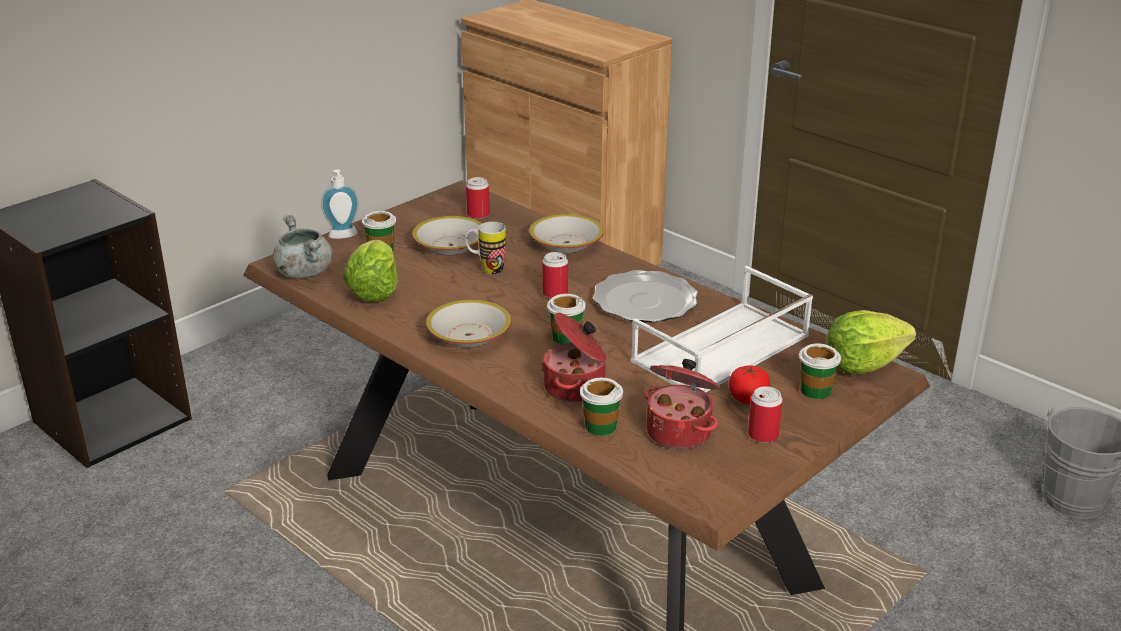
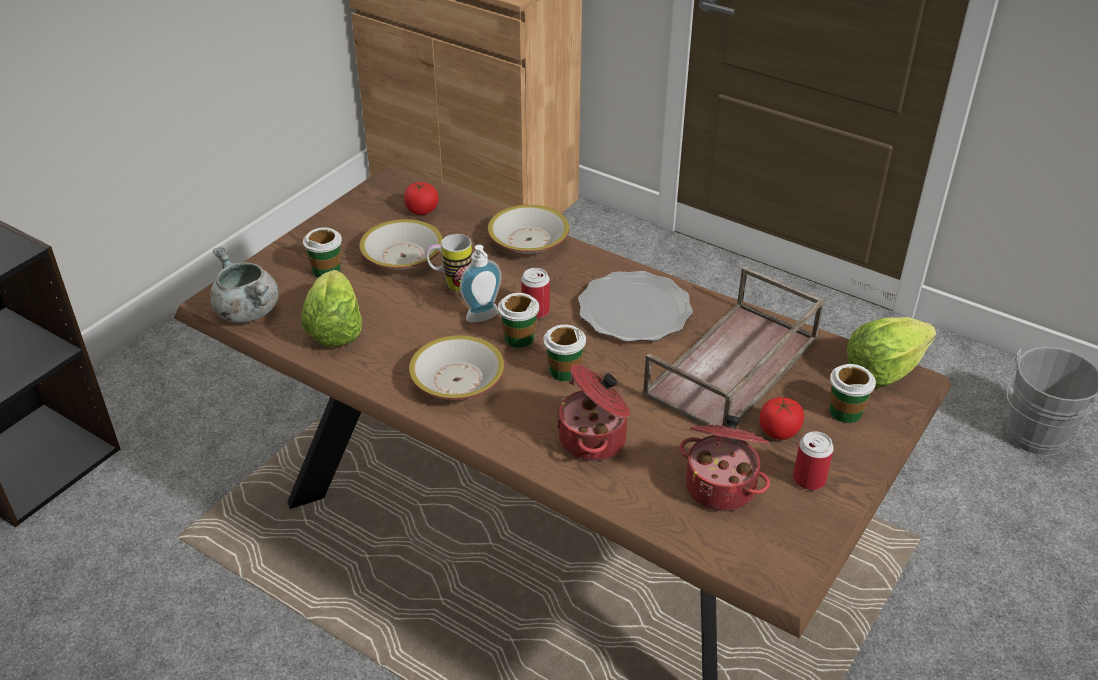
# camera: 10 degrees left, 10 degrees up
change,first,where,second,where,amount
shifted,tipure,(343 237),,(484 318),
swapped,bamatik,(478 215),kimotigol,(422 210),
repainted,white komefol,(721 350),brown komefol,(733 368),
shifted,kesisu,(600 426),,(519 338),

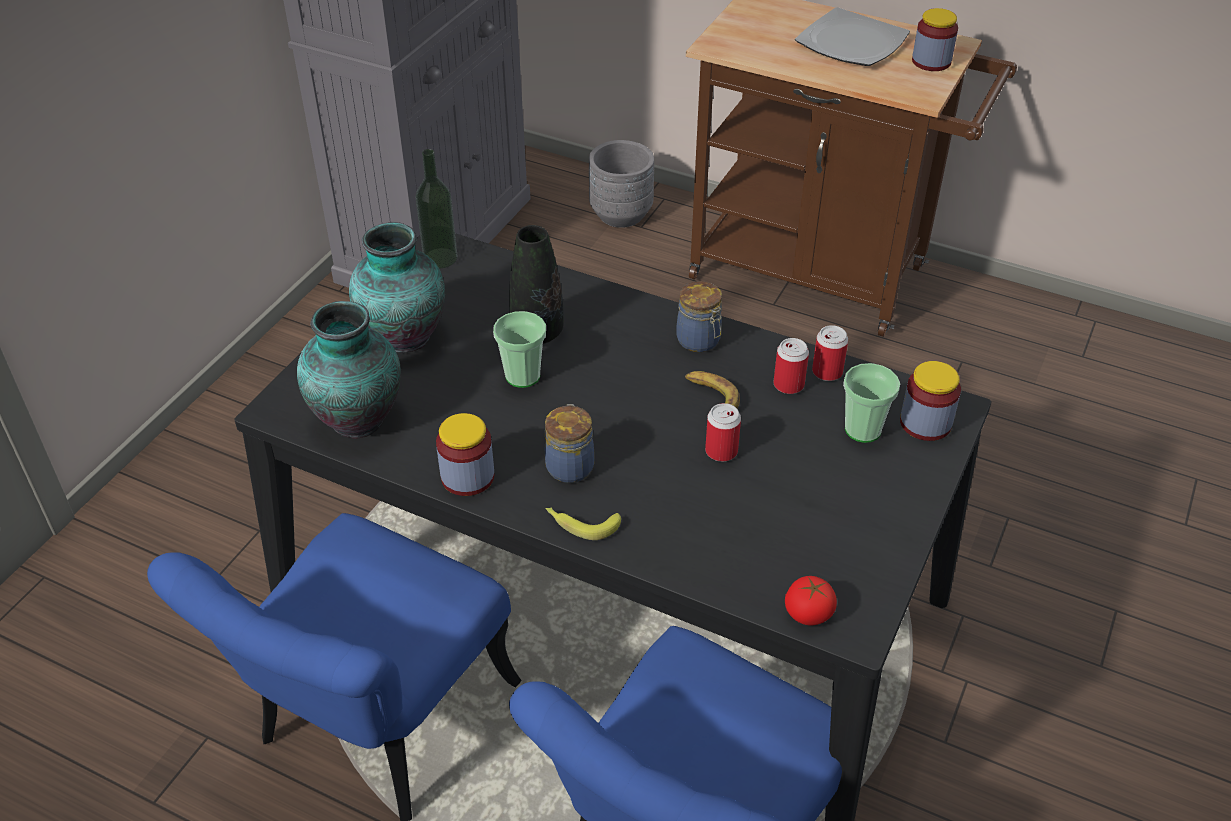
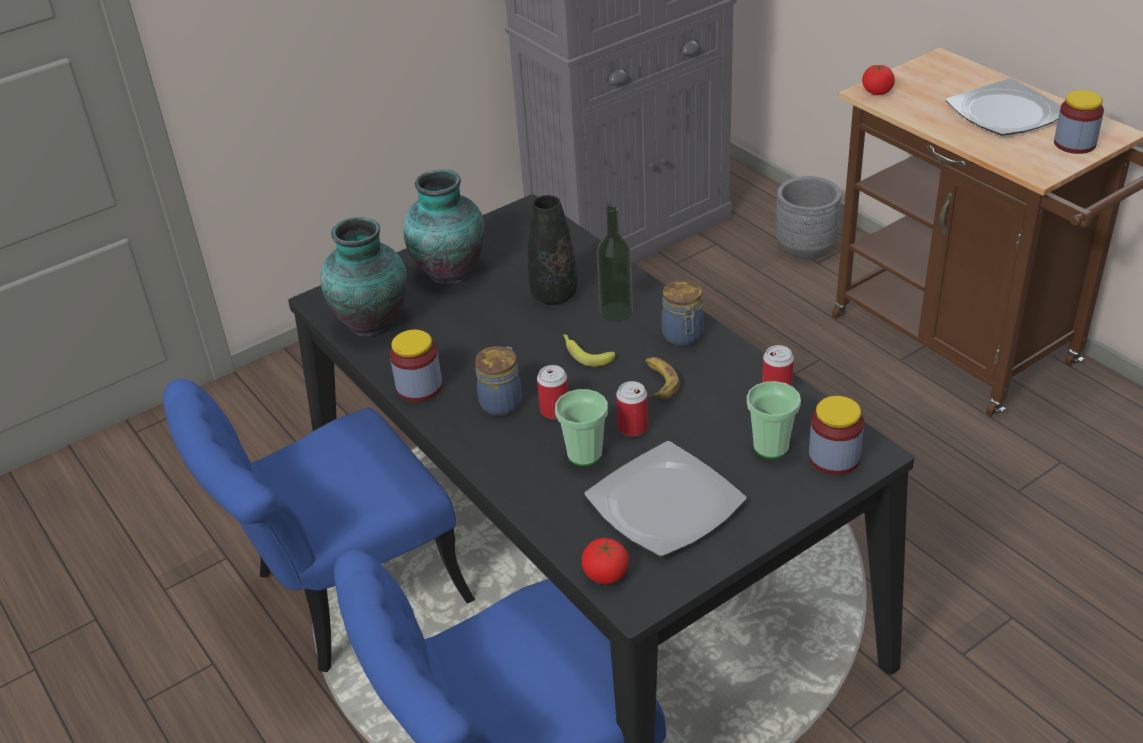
# camera: 30 degrees right, 5 degrees down
change,first,where,second,where,amount
shifted,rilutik,(440 258),,(616 311),
shifted,kesisu,(523 376),,(584 454),
shifted,bamatik,(788 384),,(554 410),
shifted,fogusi,(581 524),,(585 353),
new,,,kimotigol,(877 91),
new,,,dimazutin,(665 502),

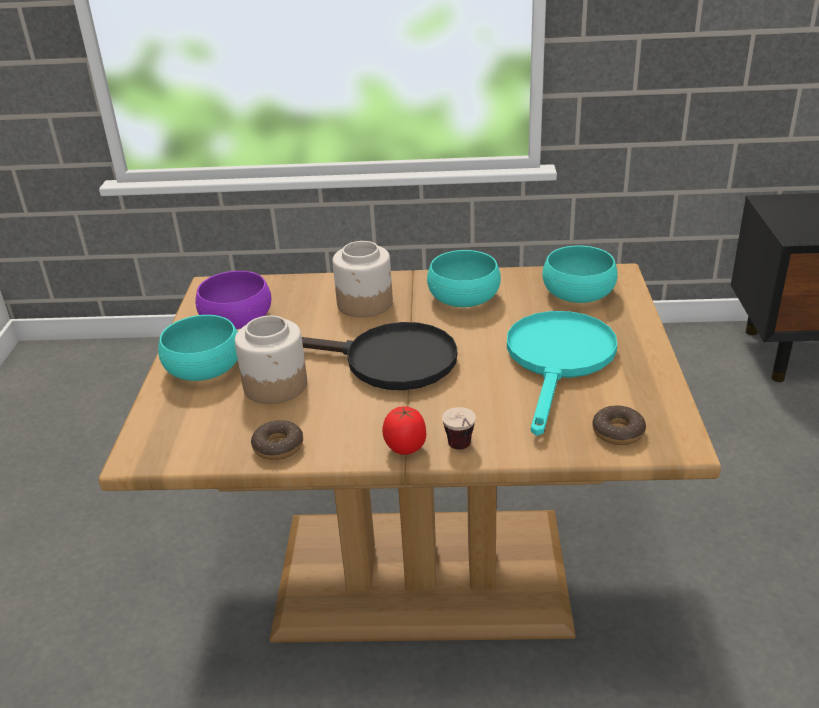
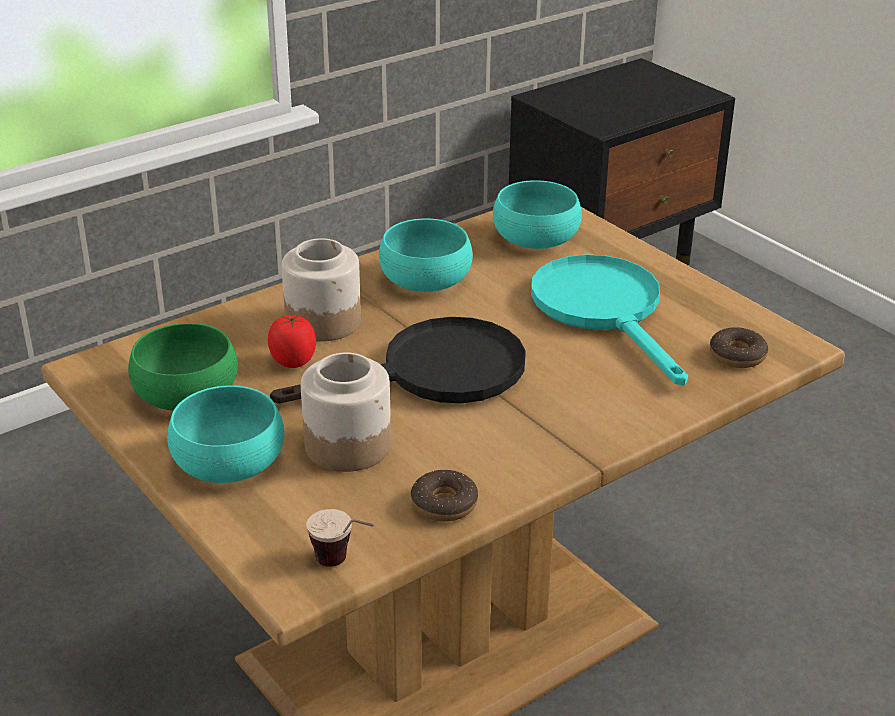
# camera: 40 degrees left, 0 degrees up
change,first,where,second,where,amount
repainted,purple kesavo,(236 319),green kesavo,(186 393),
shifted,kimotigol,(405 447),,(293 362),
shifted,kesisu,(462 451),,(344 565),

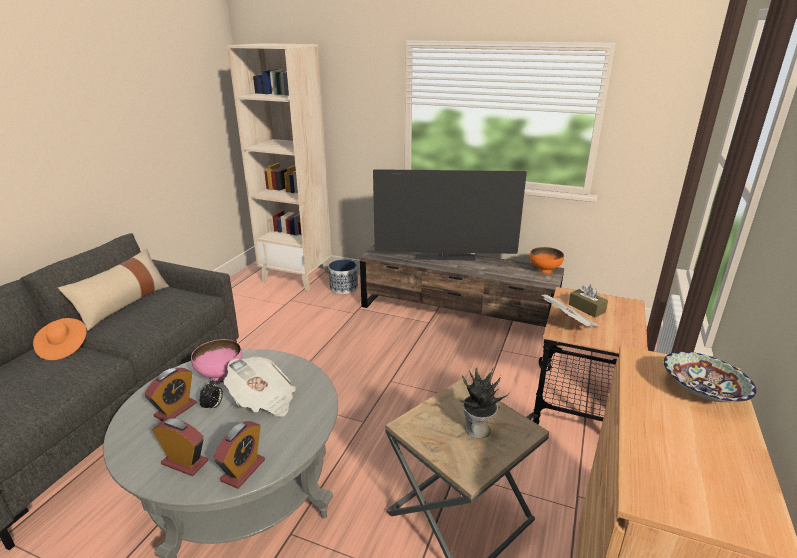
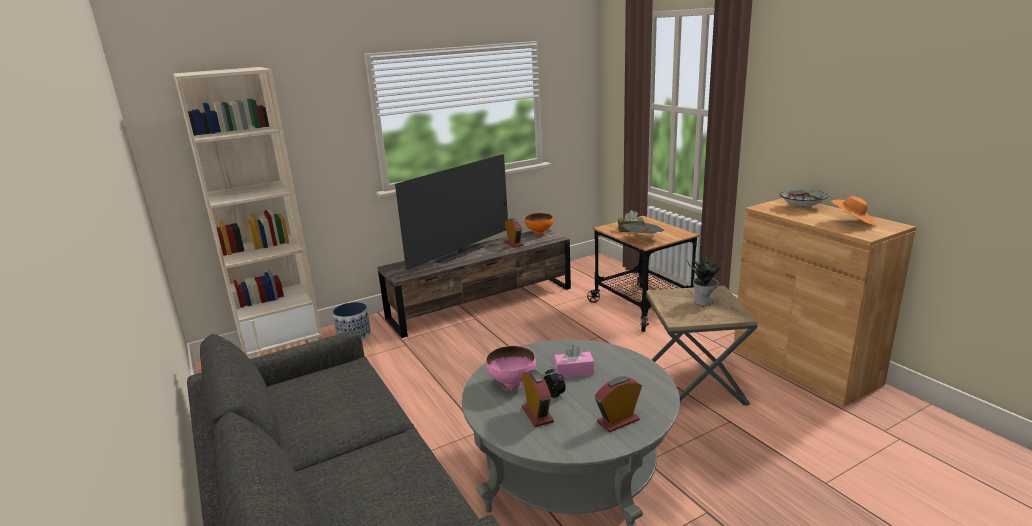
# camera: 50 degrees left, 5 degrees down
change,first,where,second,where,amount
gone,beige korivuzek,(124 304),,,
shifted,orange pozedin,(63 348),,(852 223),
swapped,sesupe,(263 400),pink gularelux,(574 371),
shifted,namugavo,(243 470),,(514 244),

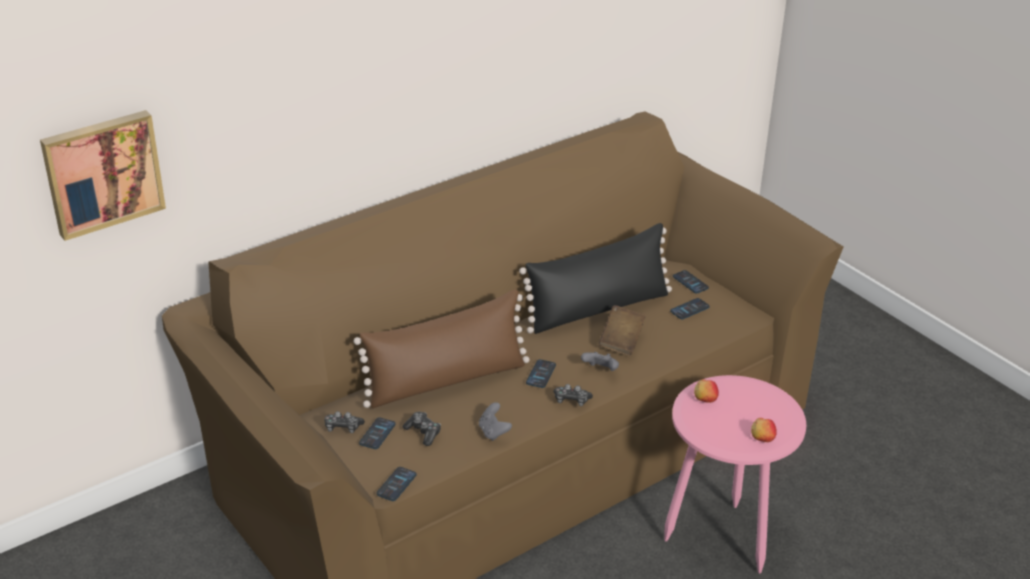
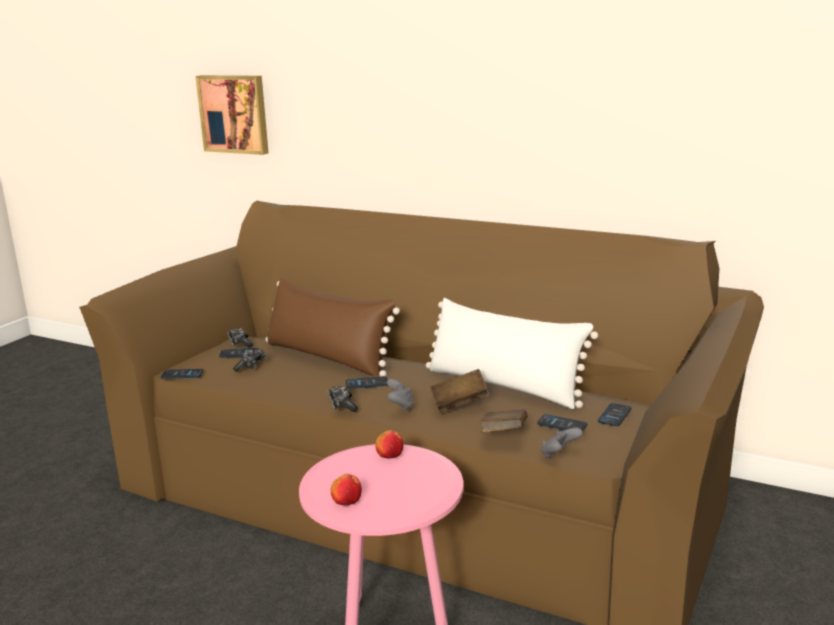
# camera: 65 degrees right, 15 degrees down
change,first,where,second,where,amount
repainted,black korivuzek,(598 309),white korivuzek,(504 386),
shifted,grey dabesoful,(493 432),,(559 455),
new,,,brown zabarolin,(503 434),

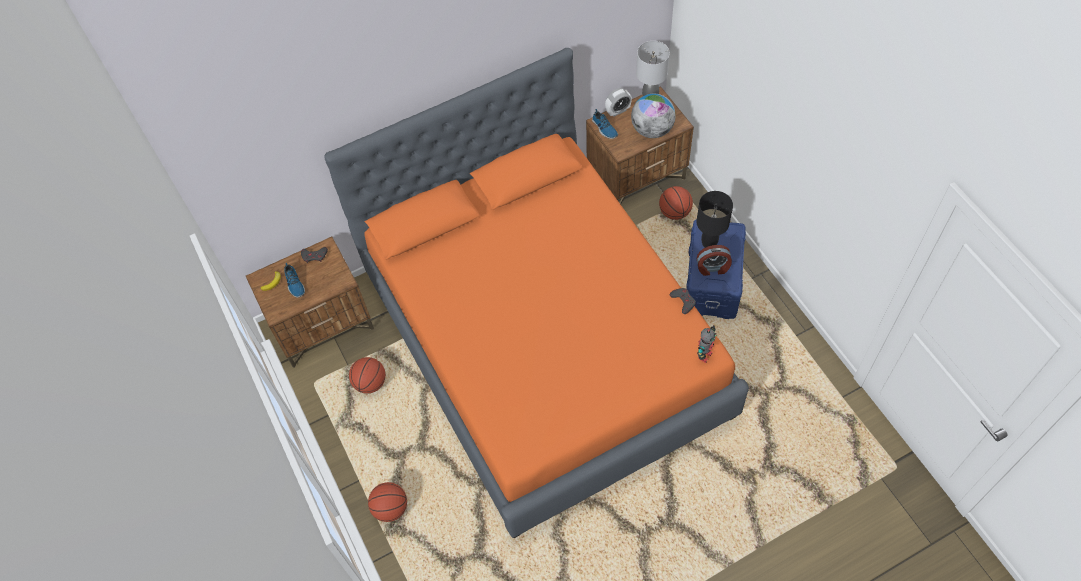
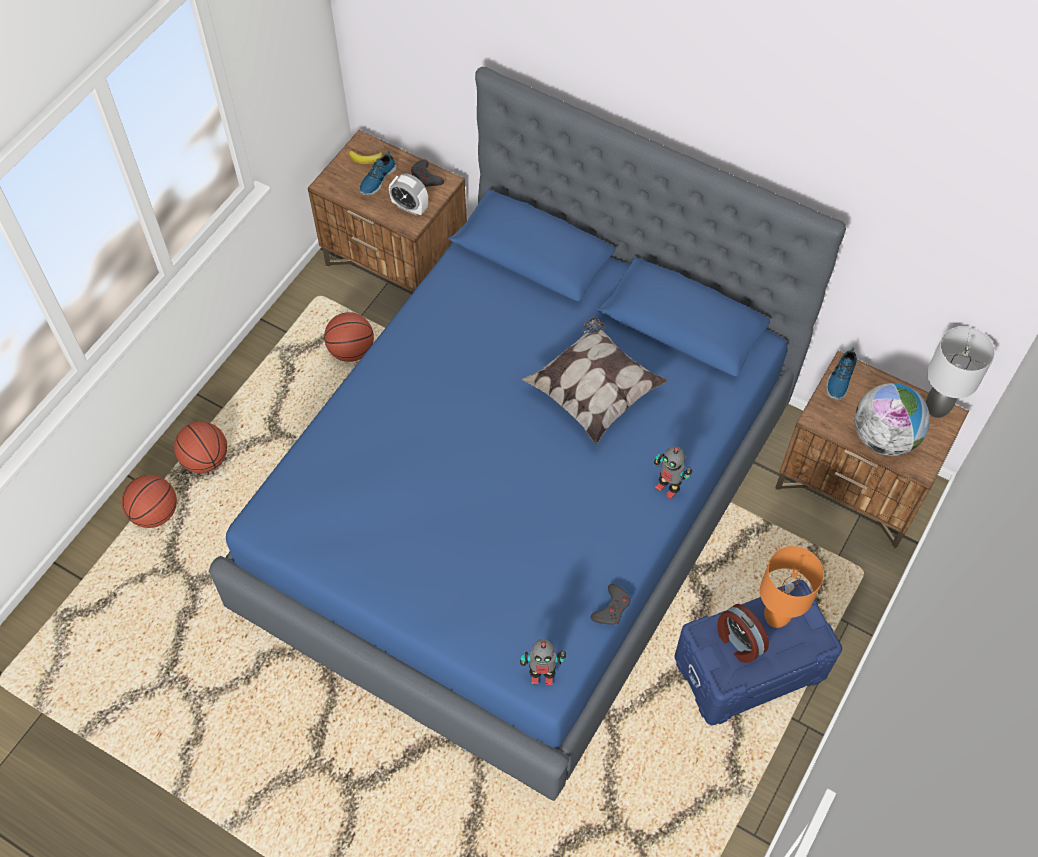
# camera: 55 degrees right, 0 degrees up
change,first,where,second,where,amount
repainted,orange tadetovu,(545 343),blue tadetovu,(520 507),
shifted,namugavo,(618 111),,(410 207),
shifted,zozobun,(674 212),,(155 513),
repainted,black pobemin,(709 244),orange pobemin,(776 618),
new,,,korivuzek,(593 391),
new,,,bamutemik,(668 488),

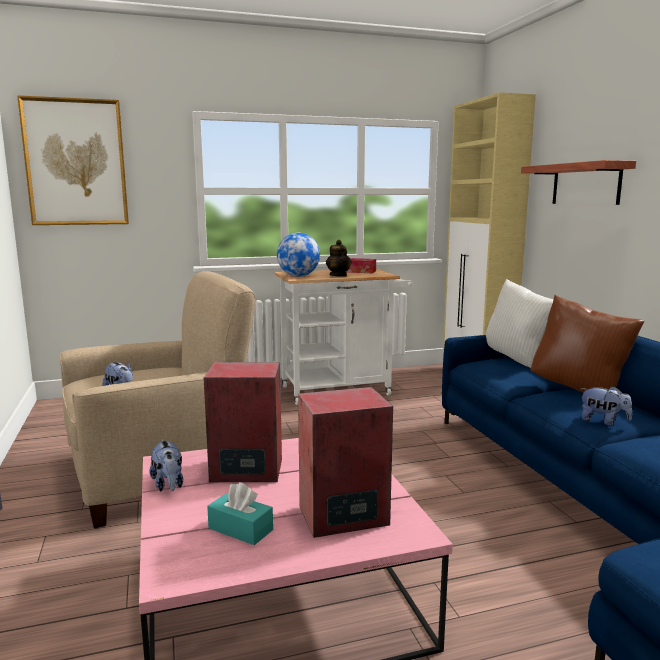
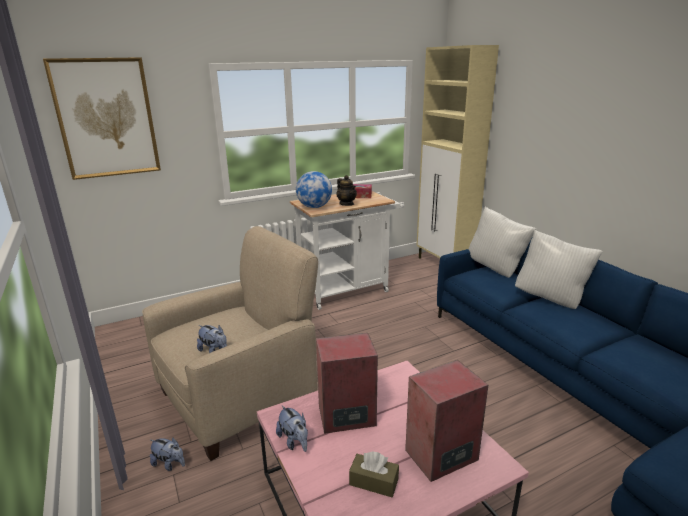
# camera: 10 degrees left, 10 degrees up
change,first,where,second,where,amount
gone,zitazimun,(585 184),,,
repainted,brown korivuzek,(579 389),white korivuzek,(551 298),
shifted,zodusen,(603 421),,(169 464),
repainted,turquoise gularelux,(240 529),brown gularelux,(374 482),

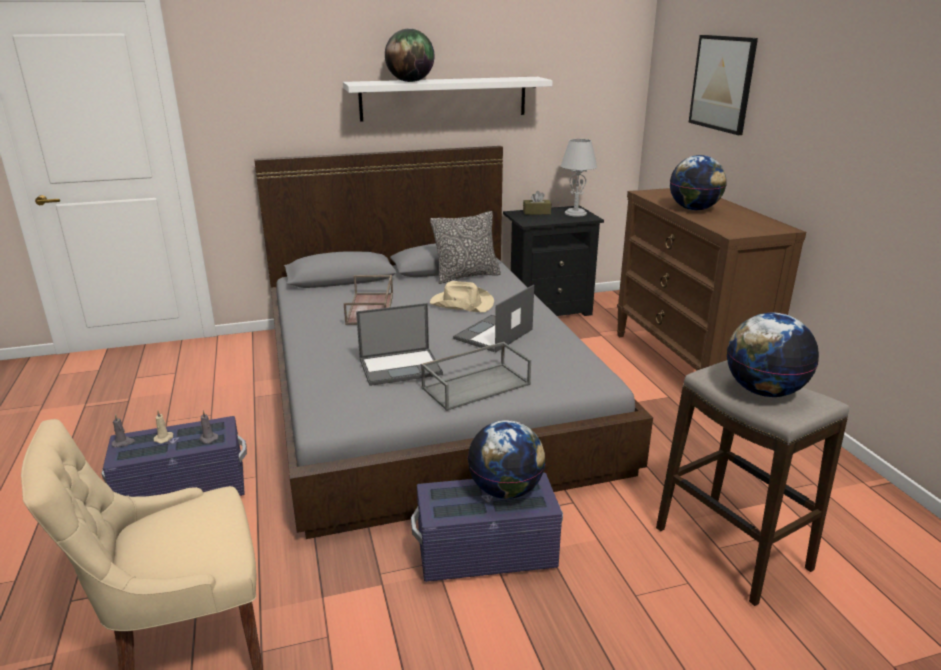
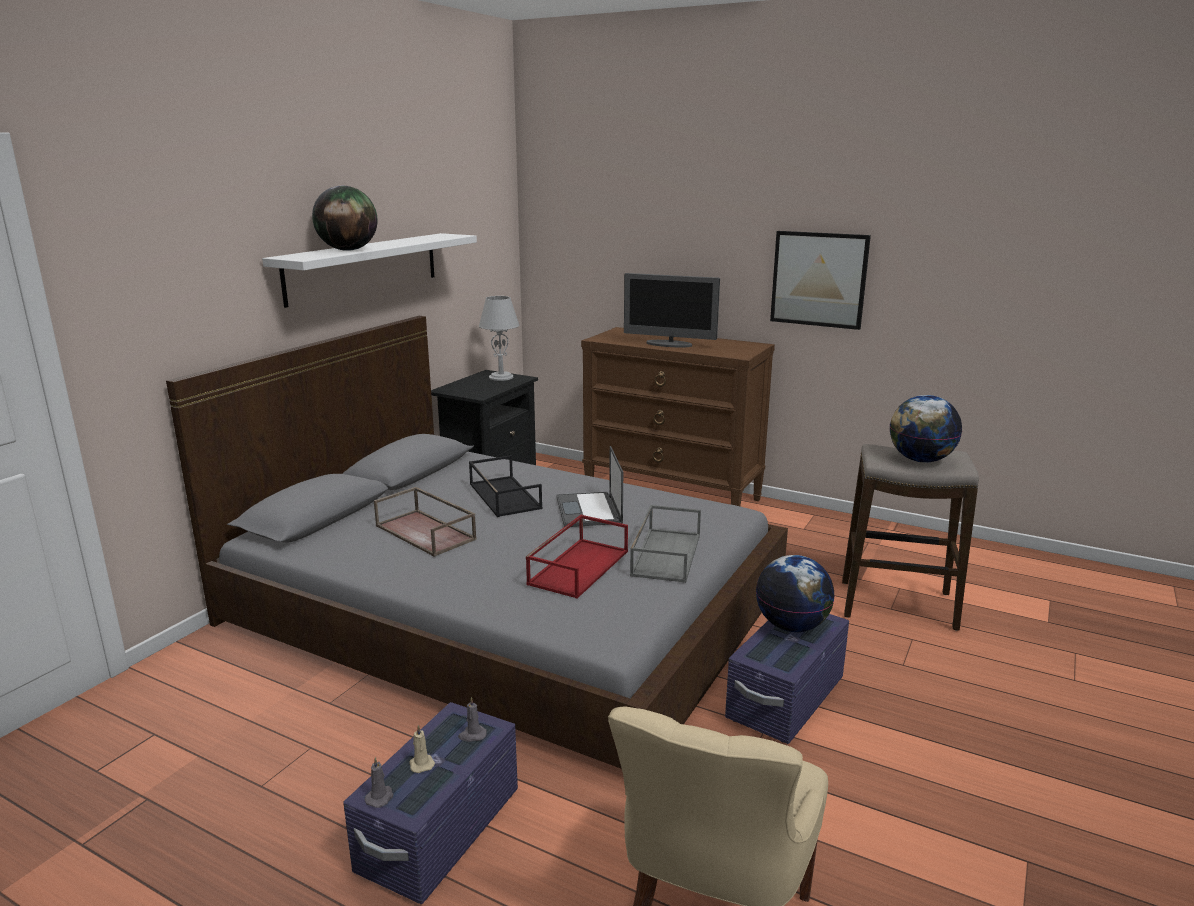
# camera: 45 degrees left, 5 degrees down
change,first,where,second,where,amount
shifted,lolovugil,(722 83),,(819 279),
swapped,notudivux,(694 209),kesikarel,(669 344),
gone,brown gularelux,(536 212),,,
gone,korivuzek,(466 276),,,
swapped,beige pozedin,(461 303),black komefol,(503 496),
swapped,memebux,(401 366),red komefol,(578 566),

